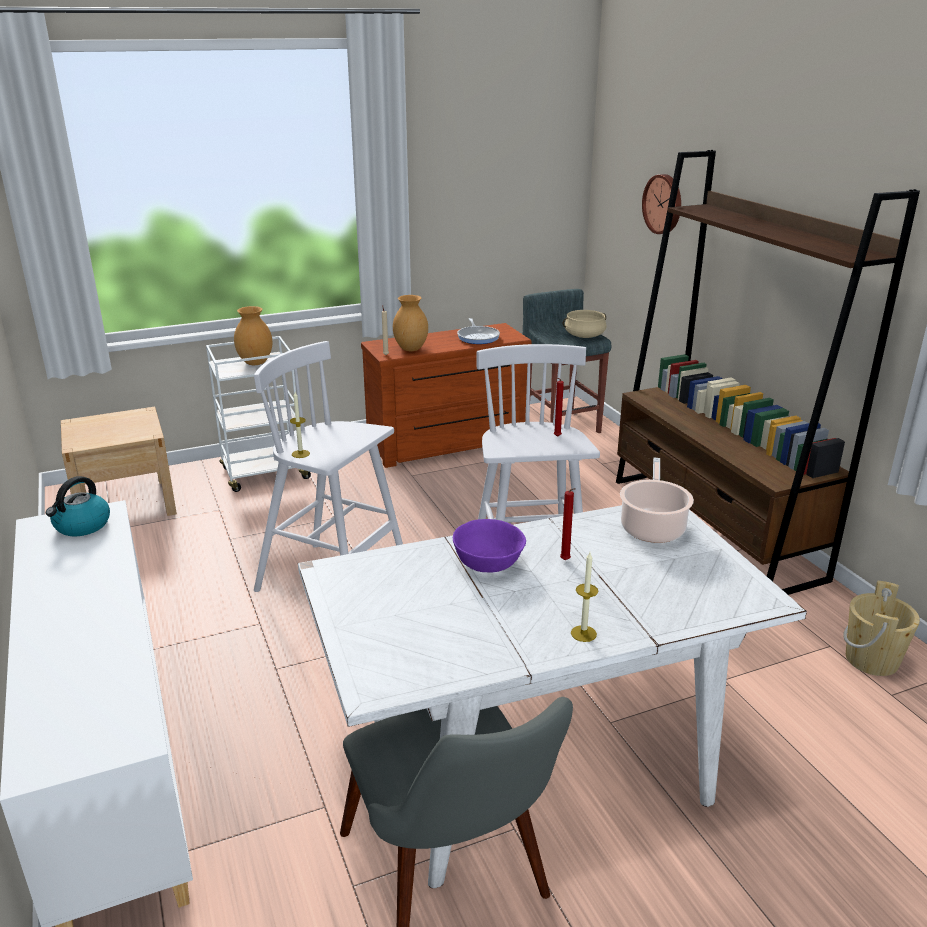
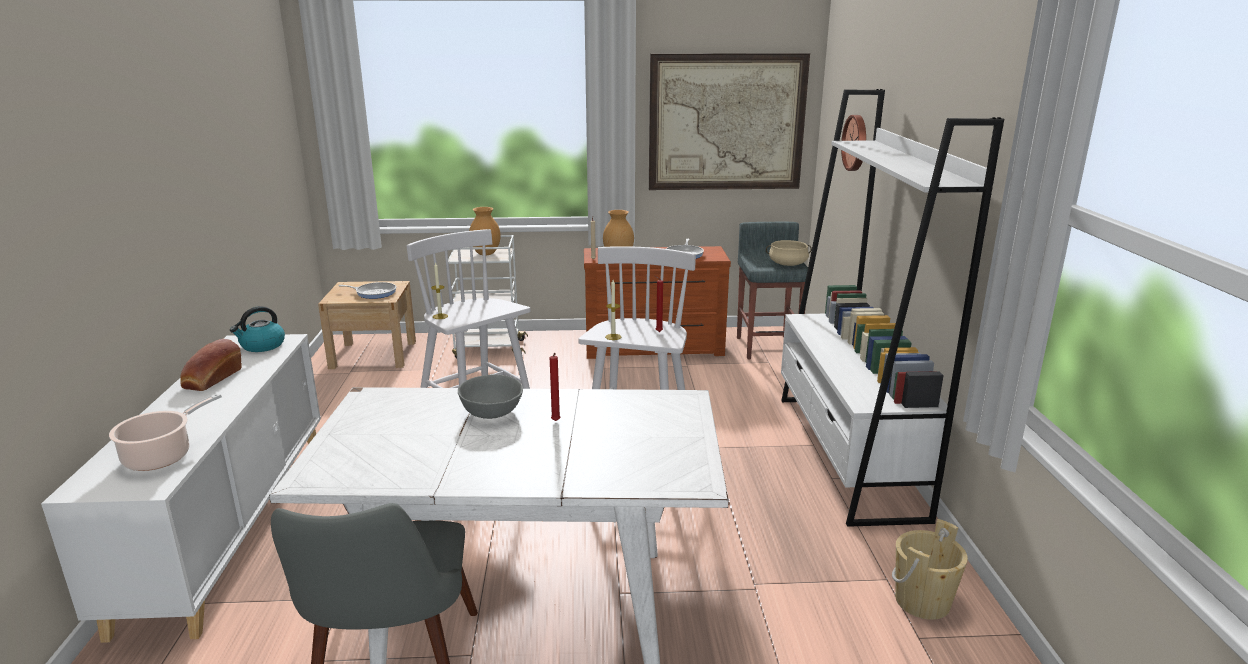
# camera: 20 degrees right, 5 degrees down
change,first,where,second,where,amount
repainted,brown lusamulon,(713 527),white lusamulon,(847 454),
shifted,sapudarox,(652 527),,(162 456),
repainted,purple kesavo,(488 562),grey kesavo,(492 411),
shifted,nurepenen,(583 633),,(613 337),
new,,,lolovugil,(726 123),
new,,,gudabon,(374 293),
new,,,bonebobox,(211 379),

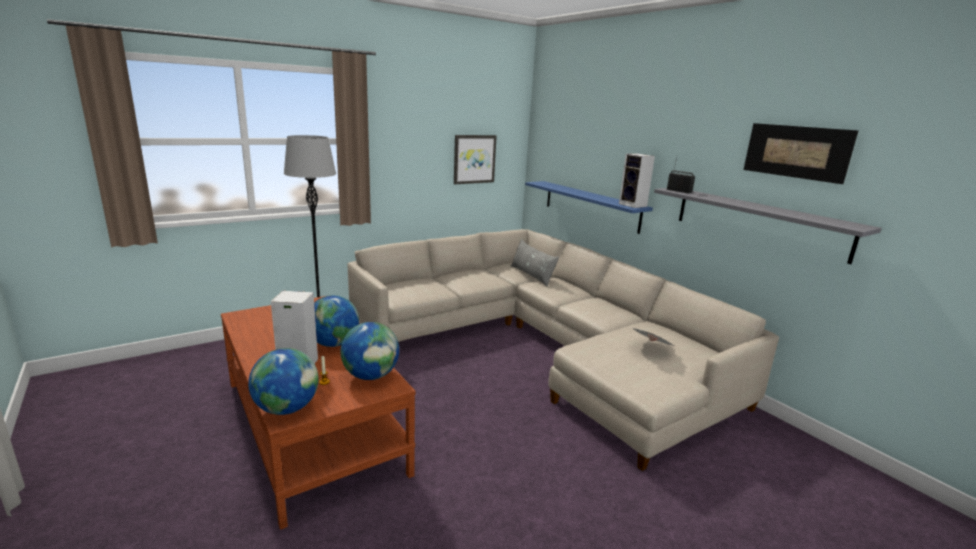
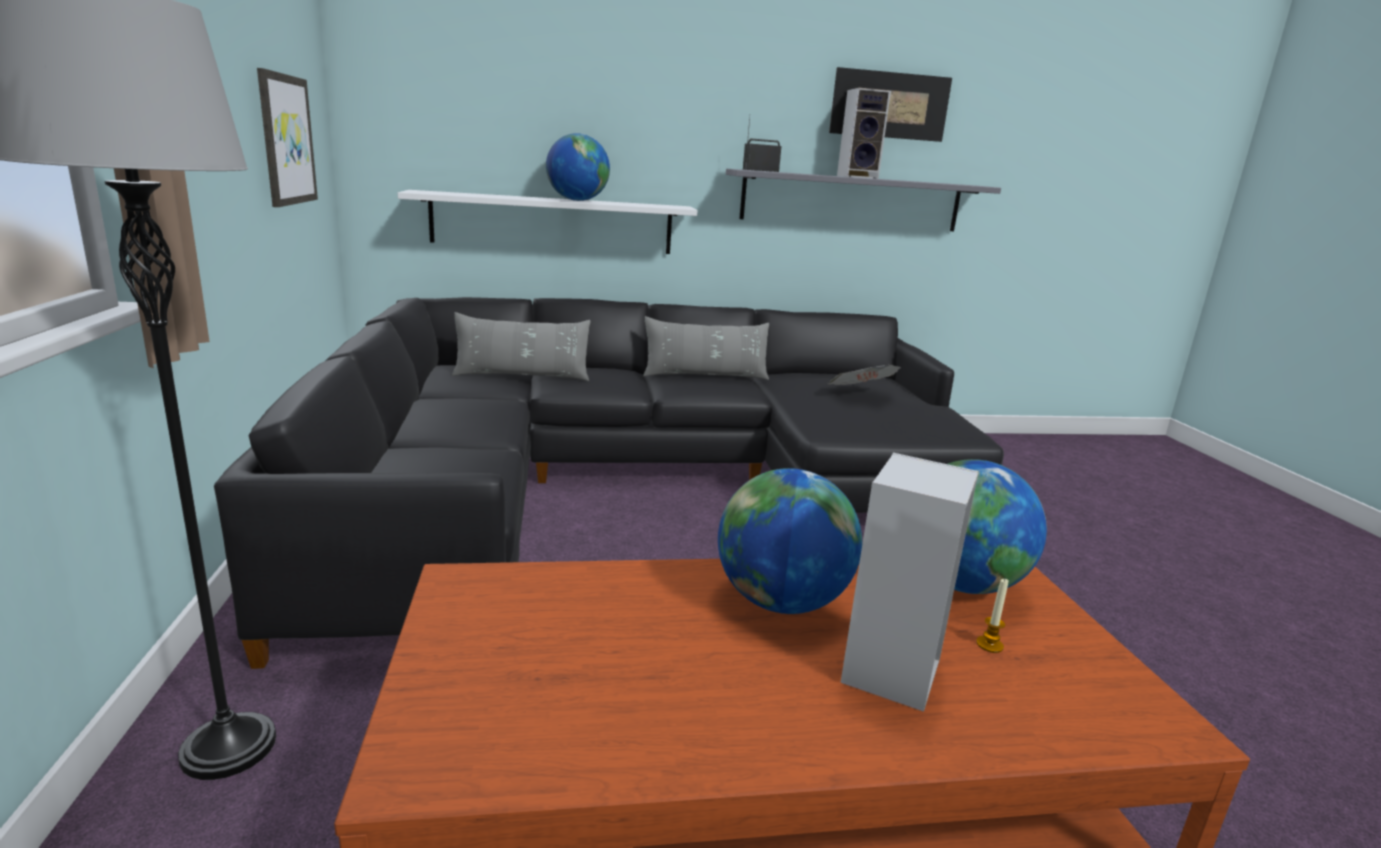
# camera: 65 degrees left, 0 degrees up
change,first,where,second,where,amount
shifted,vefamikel,(634 205),,(858 177),
repainted,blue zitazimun,(590 205),white zitazimun,(553 223),
repainted,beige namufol,(543 346),black namufol,(632 486),
shifted,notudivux,(287 408),,(577 200),
new,,,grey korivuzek,(705 376),

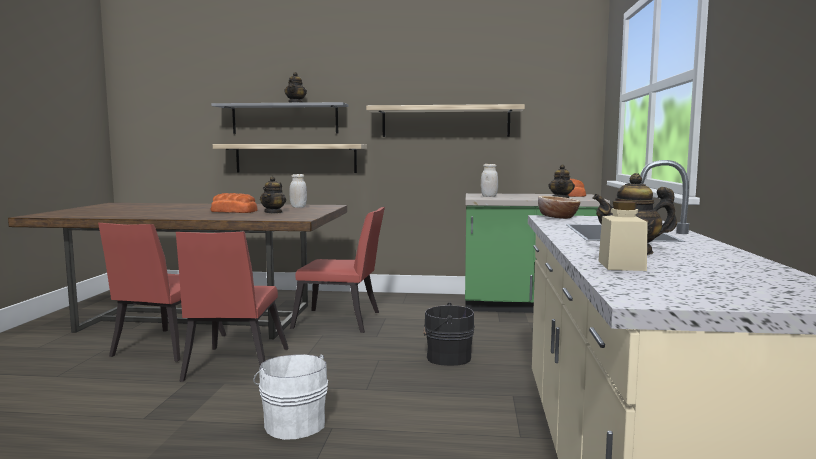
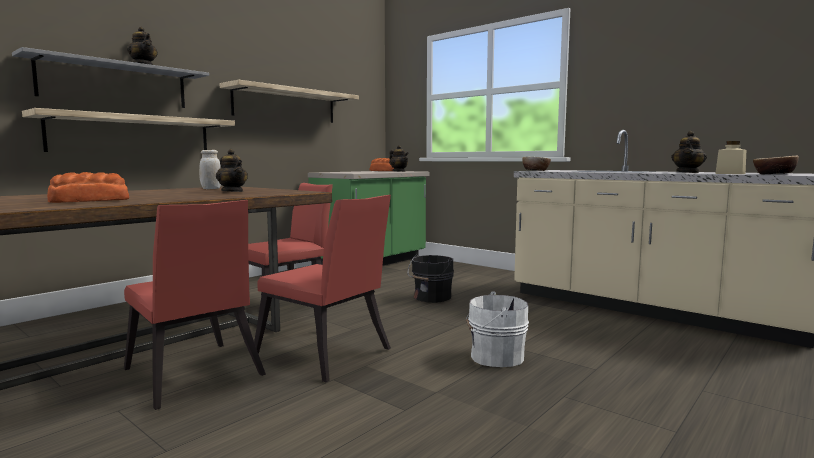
# camera: 55 degrees left, 0 degrees up
change,first,where,second,where,amount
gone,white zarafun,(489 196),,,
shifted,bonebobox,(233 211),,(88 200),
new,,,kesavo,(774 174),

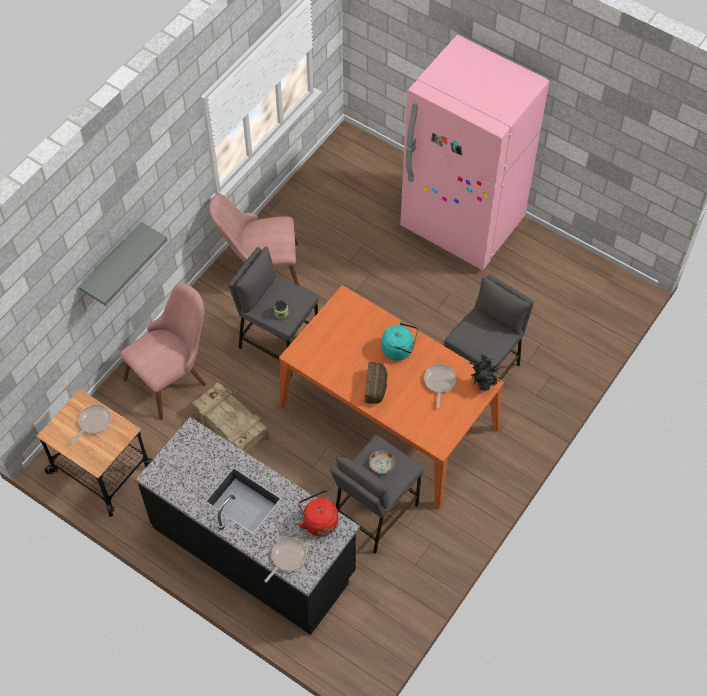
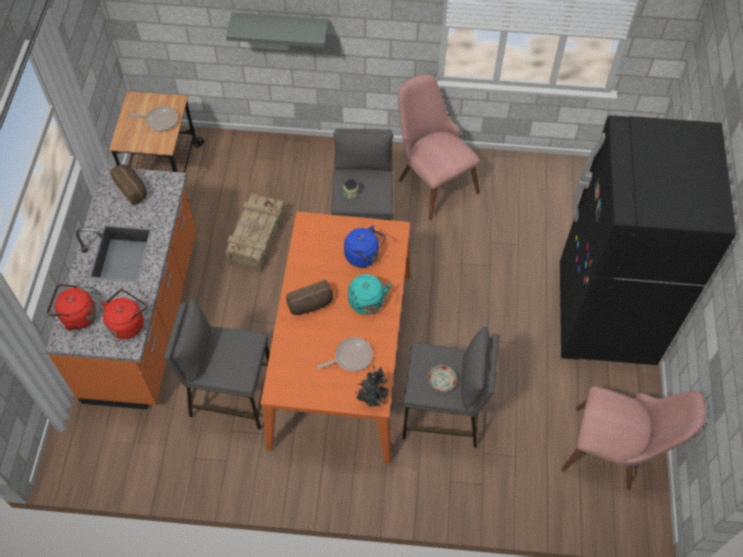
# camera: 60 degrees right, 0 degrees up
change,first,where,second,where,amount
repainted,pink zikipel,(462 224),black zikipel,(605 315),
shifted,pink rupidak,(173 376),,(614 451),
repainted,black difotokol,(254 549),orange difotokol,(144 316),
shifted,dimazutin,(381 465),,(441 381),
swapped,gudabon,(287 558),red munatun,(76 316),
new,,,bonebobox,(132 189),
new,,,blue munatun,(364 256),

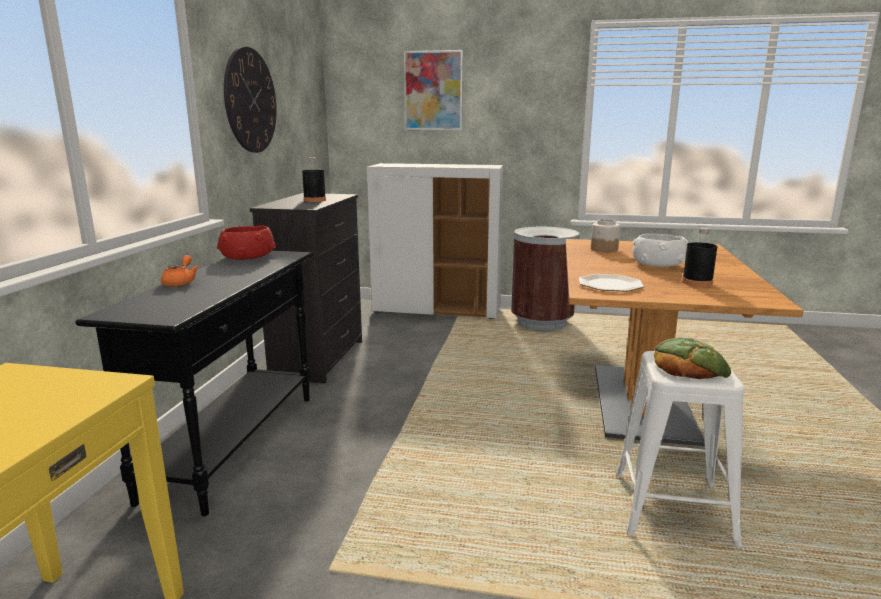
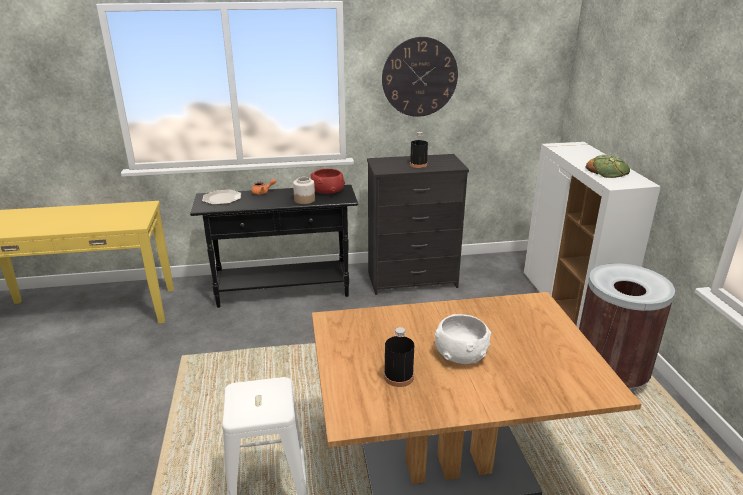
# camera: 70 degrees right, 10 degrees up
change,first,where,second,where,amount
gone,lolovugil,(433 91),,,
shifted,zarafun,(604 249),,(304 200),
shifted,dimazutin,(609 284),,(222 198),
shifted,bonebobox,(689 366),,(607 171),

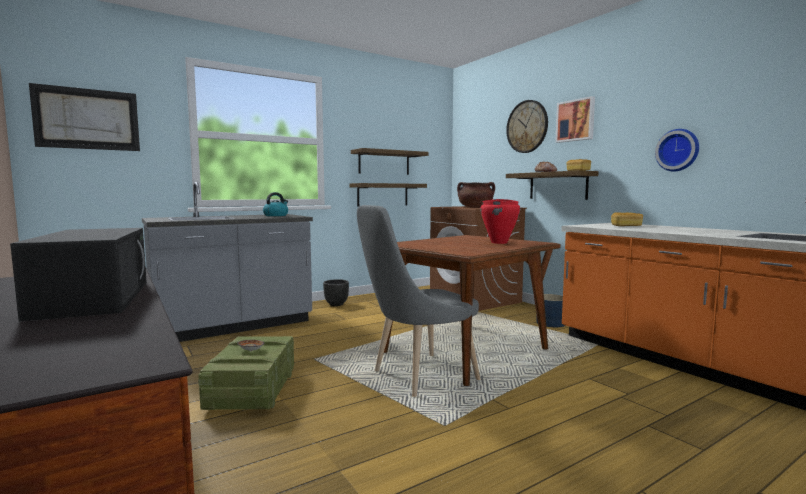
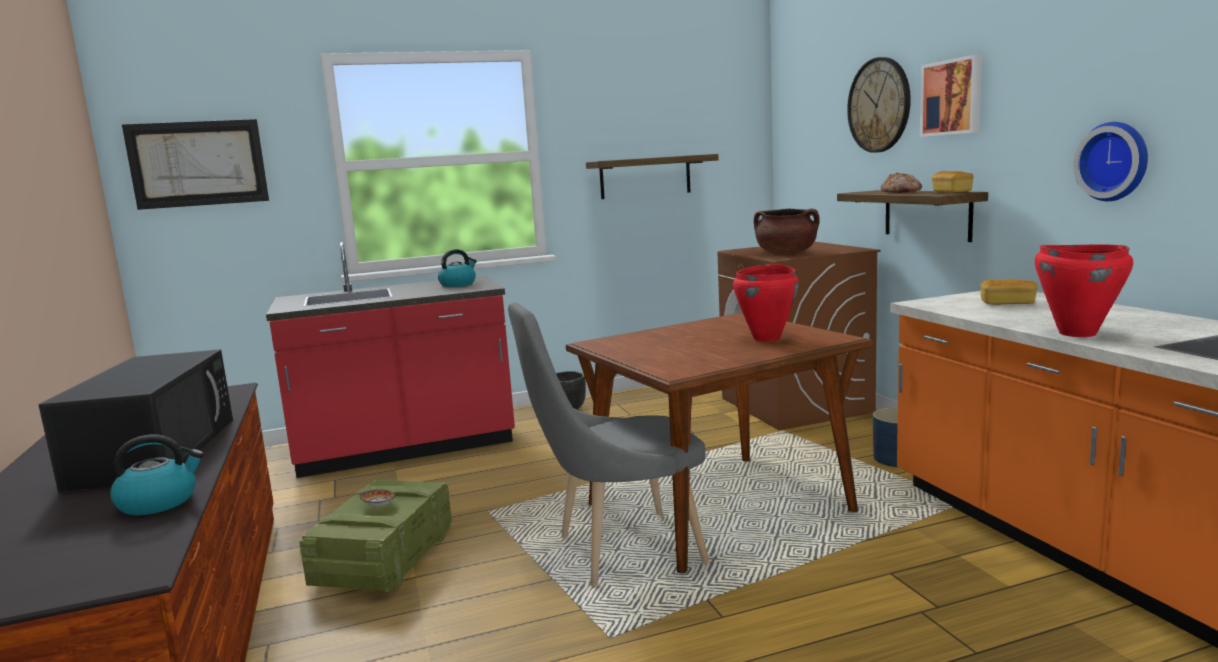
# camera: 15 degrees right, 5 degrees up
change,first,where,second,where,amount
repainted,grey difotokol,(233 326),red difotokol,(406 448),
gone,zitazimun,(382 194),,,
new,,,red sapudarox,(1076 333),
new,,,munatun,(159 502),

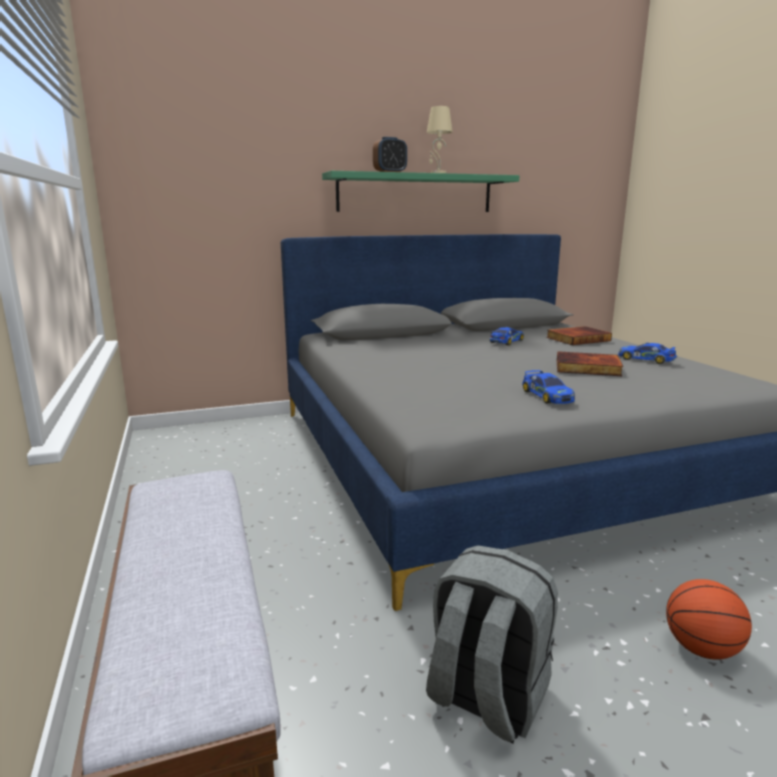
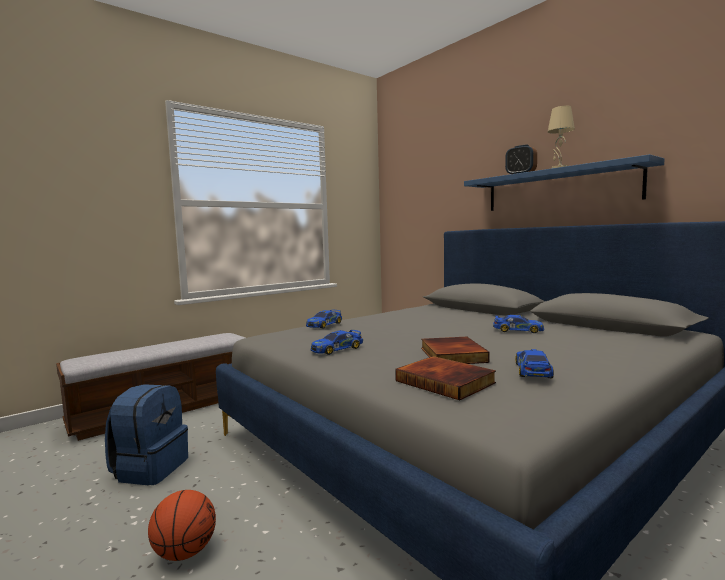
# camera: 70 degrees right, 10 degrees down
change,first,where,second,where,amount
repainted,green zitazimun,(415 193),blue zitazimun,(558 189),
shifted,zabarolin,(577 339),,(446 381),
repainted,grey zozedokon,(485 698),blue zozedokon,(150 468),
new,,,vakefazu,(324 325),

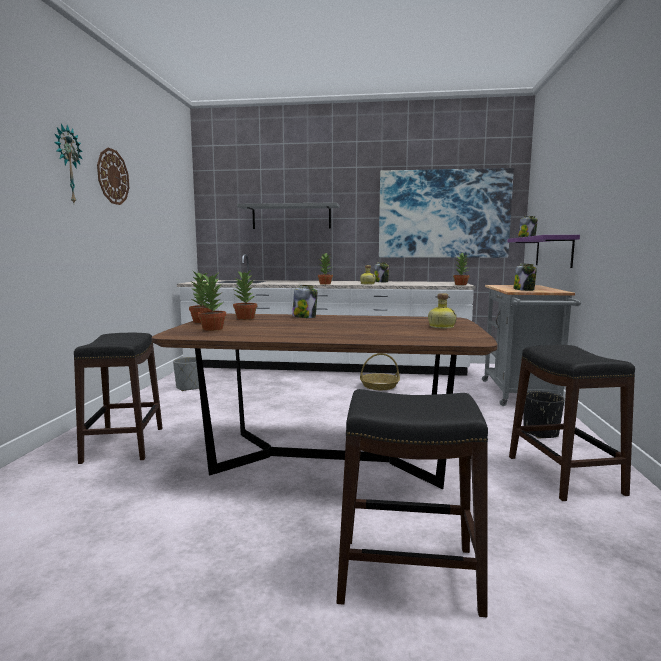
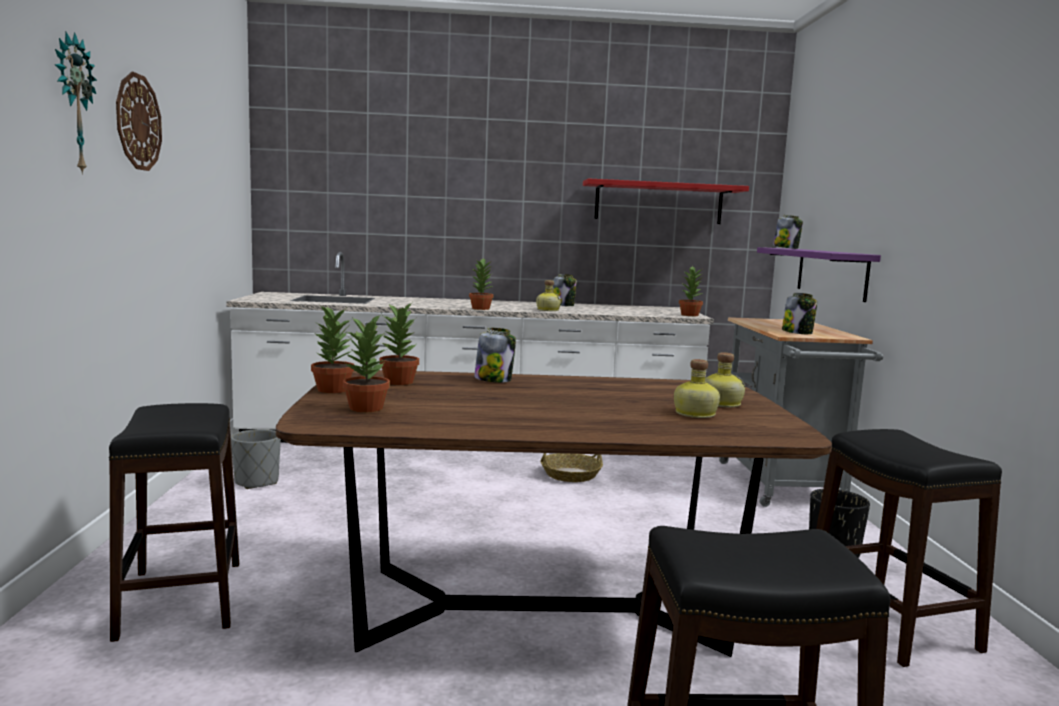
# camera: 10 degrees left, 0 degrees up
change,first,where,second,where,amount
swapped,lolovugil,(443 214),red zitazimun,(658 203),
gone,grey zitazimun,(291 217),,,
new,,,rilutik,(694 414),

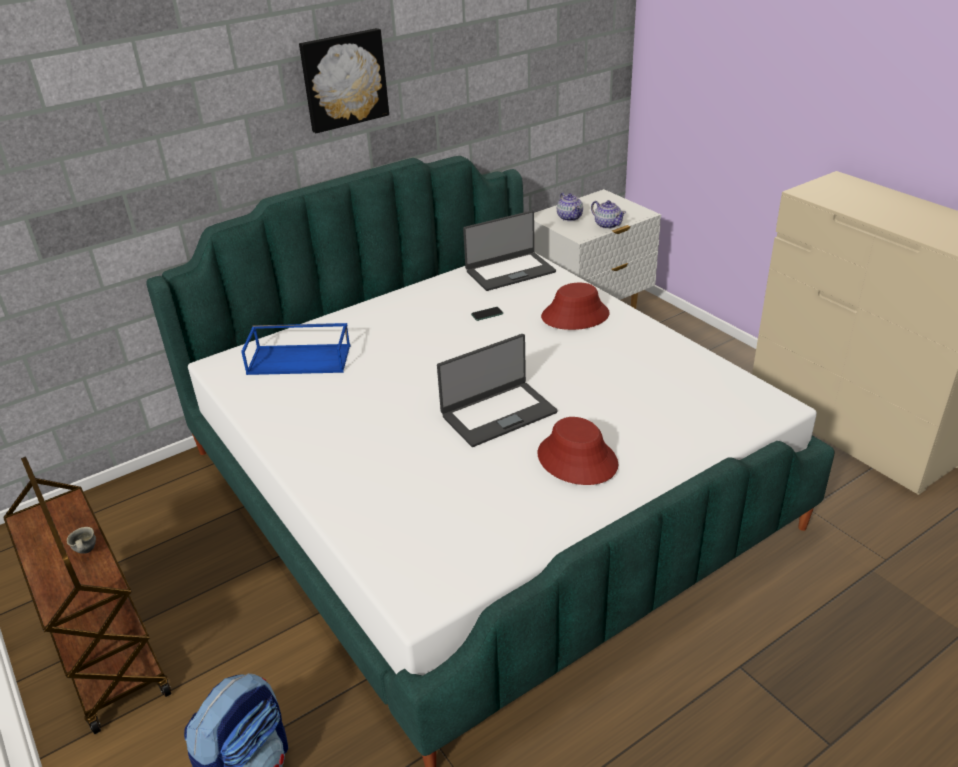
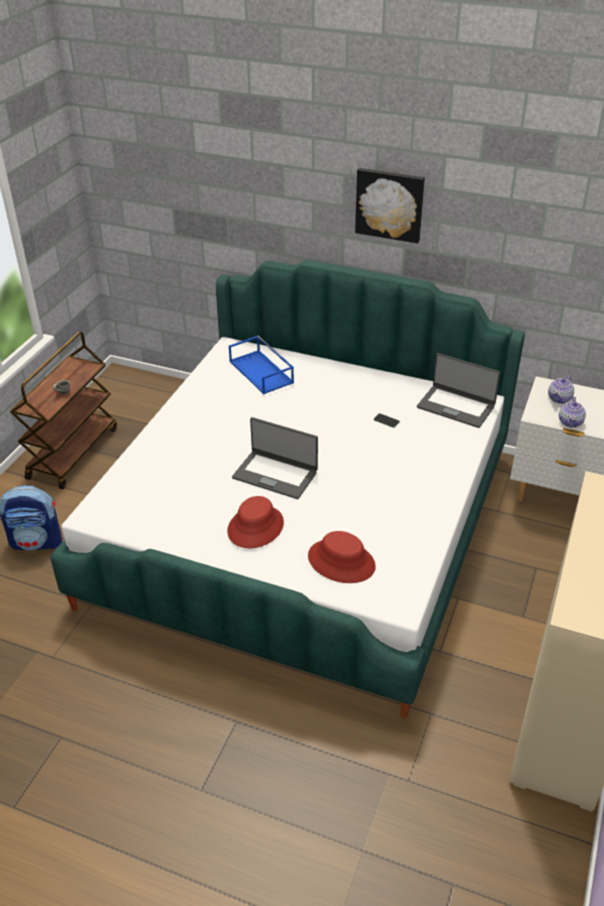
# camera: 55 degrees right, 5 degrees up
change,first,where,second,where,amount
shifted,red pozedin,(575 315),,(341 561),

